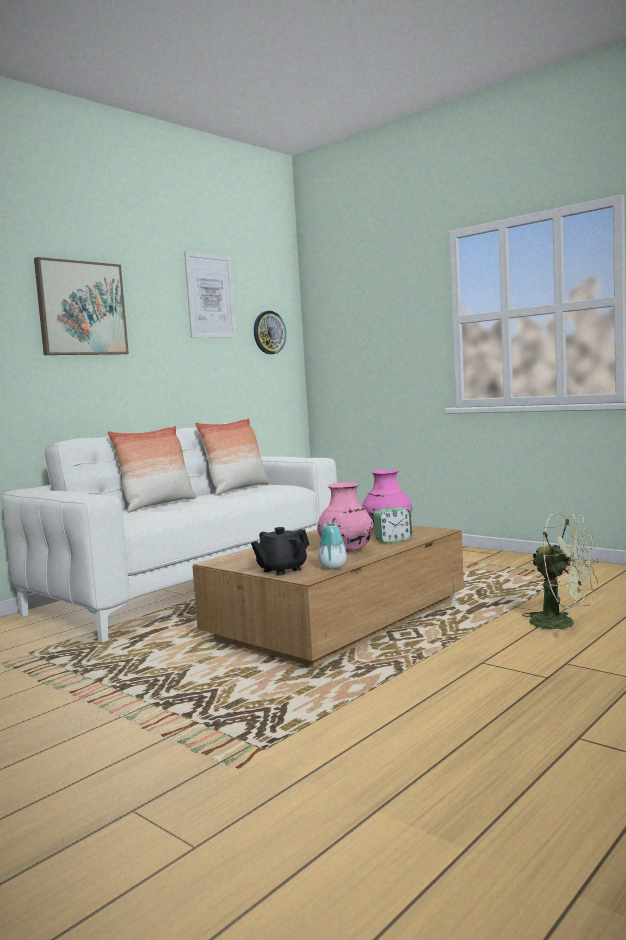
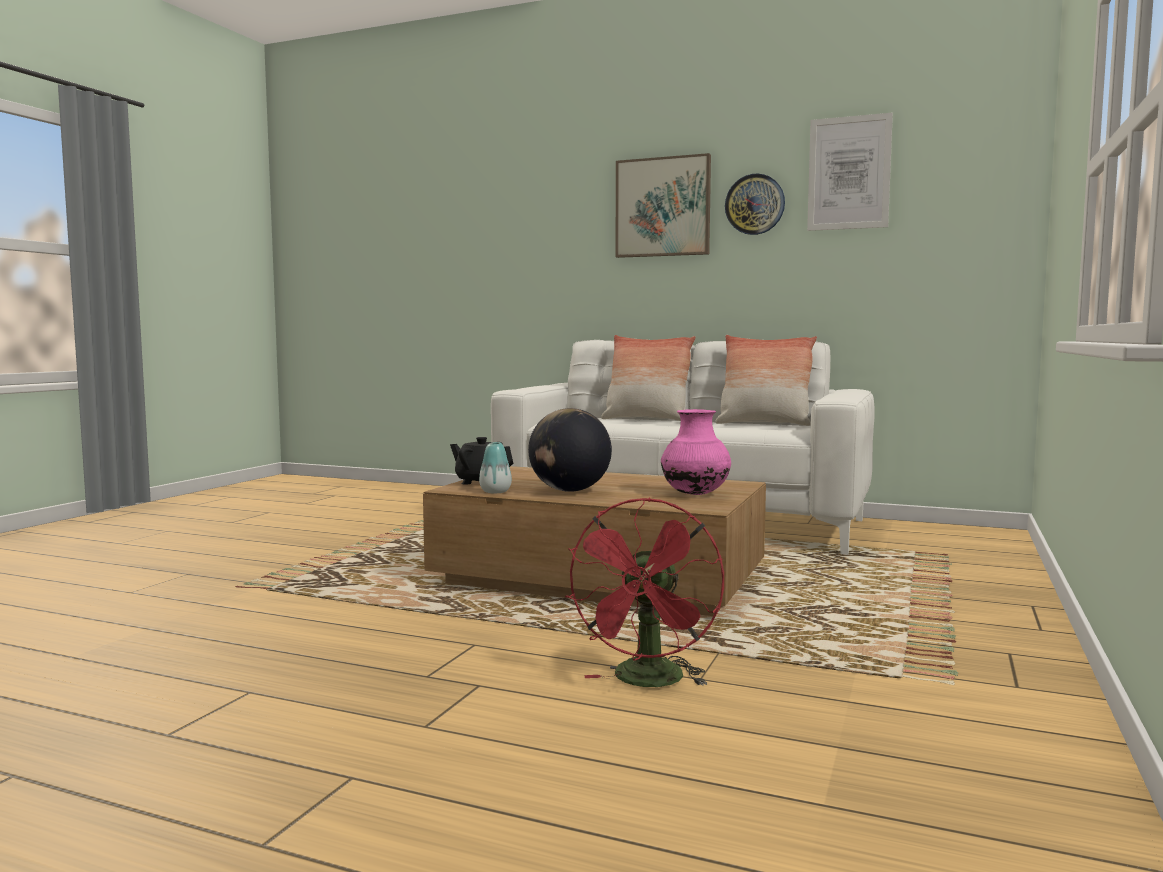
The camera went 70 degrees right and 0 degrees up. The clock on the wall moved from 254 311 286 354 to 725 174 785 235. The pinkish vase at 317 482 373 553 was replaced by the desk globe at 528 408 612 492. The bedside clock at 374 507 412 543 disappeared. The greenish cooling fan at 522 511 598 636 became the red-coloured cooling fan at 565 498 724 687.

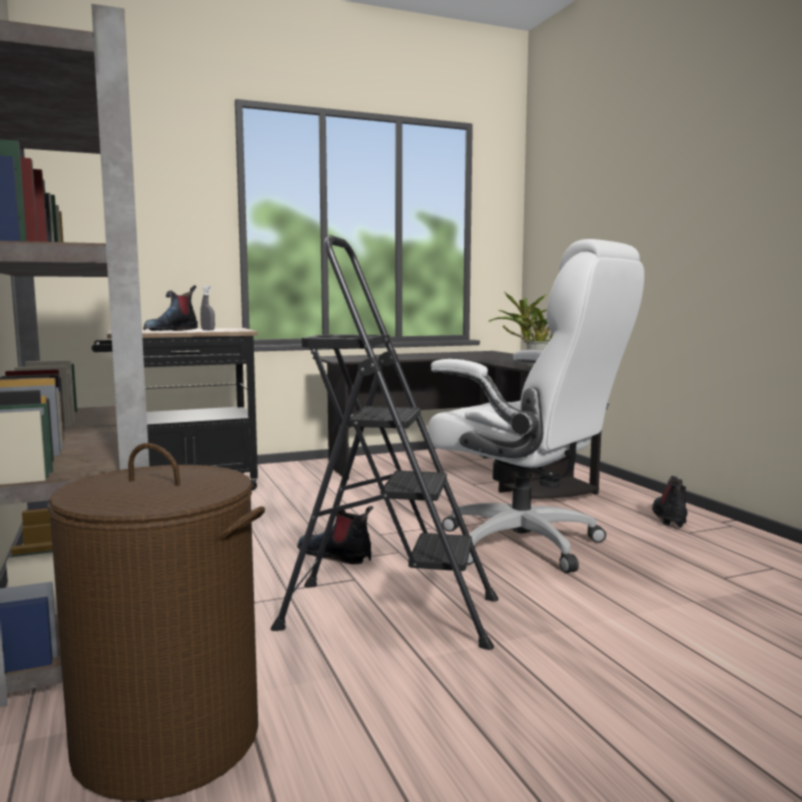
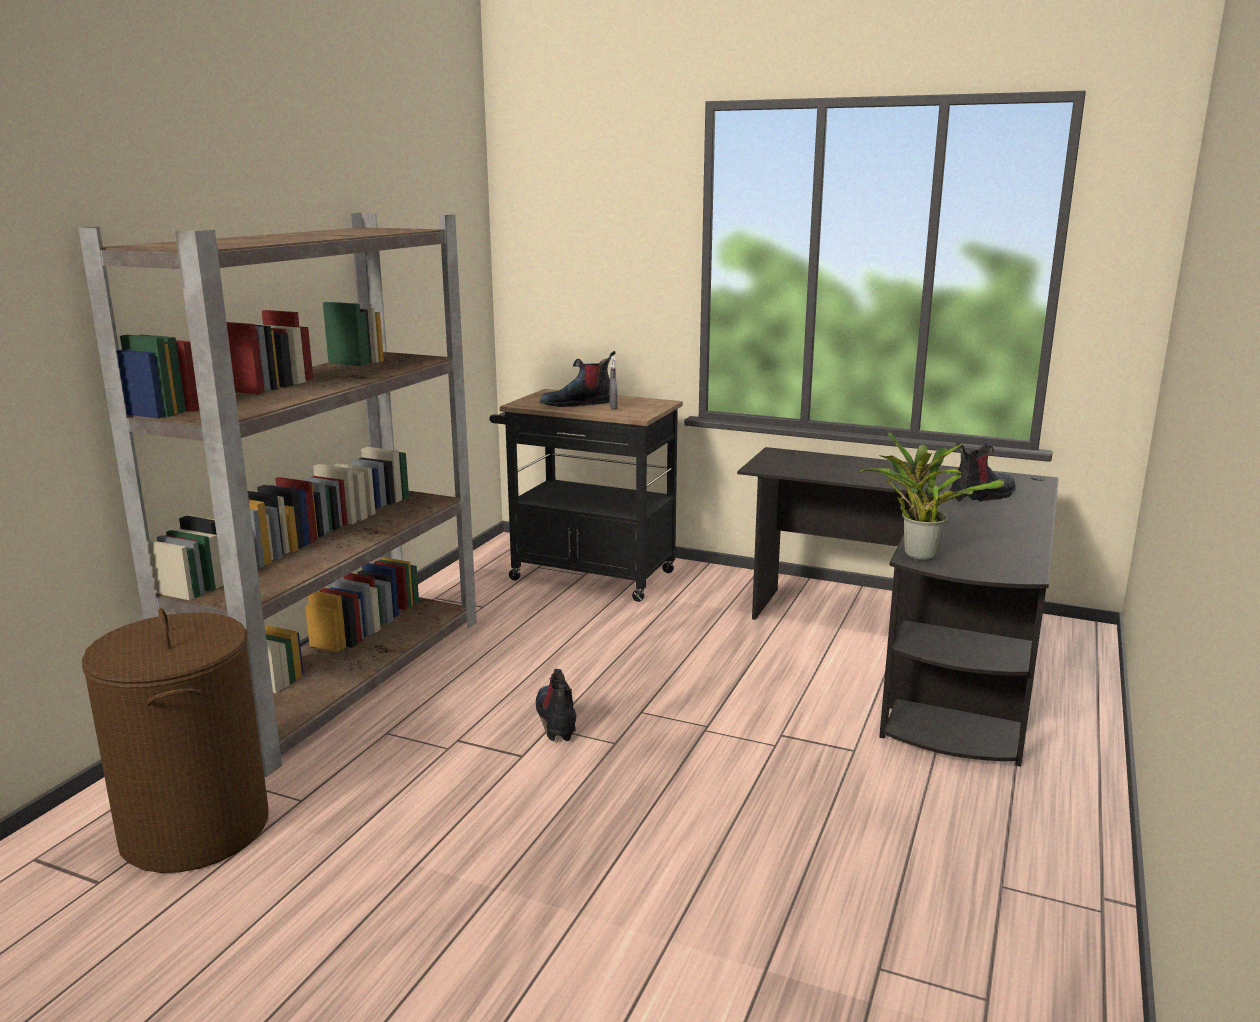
The camera went 45 degrees right and 10 degrees up. The step ladder at 271 235 499 650 disappeared. The white-coloured office chair at 428 239 644 573 disappeared. The boot moved from 652 476 688 528 to 950 442 1016 502.

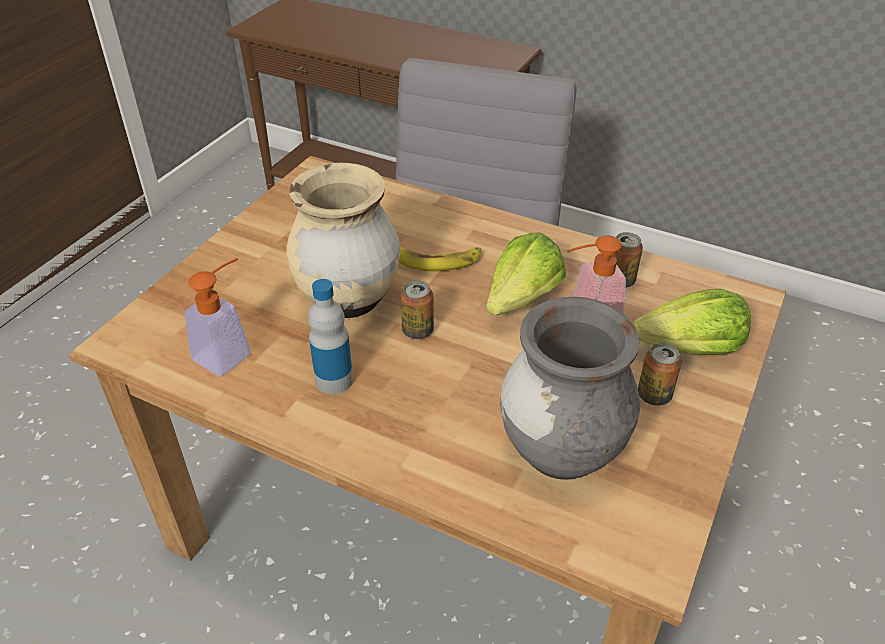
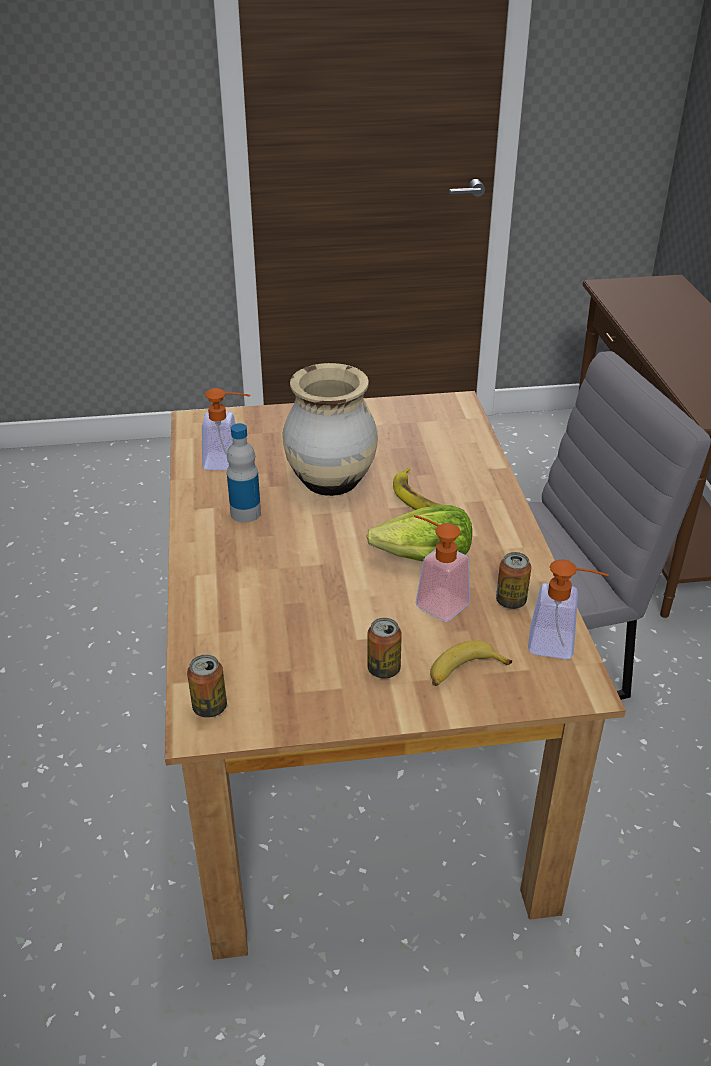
The camera went 55 degrees right and 5 degrees down. The can moved from 401 280 434 339 to 187 654 227 718. The gray vase at 500 297 640 480 disappeared. The lettuce head at 632 289 751 355 was replaced by the banana at 430 640 512 686. The soap dispenser at 528 559 609 659 appeared.

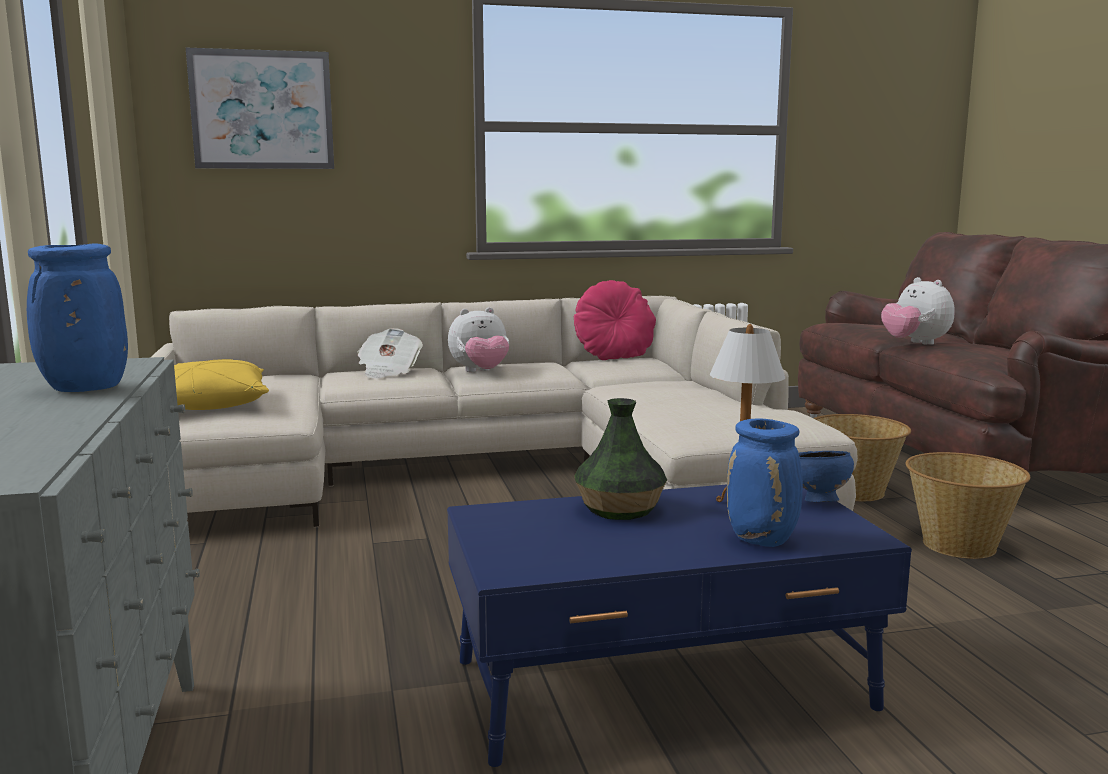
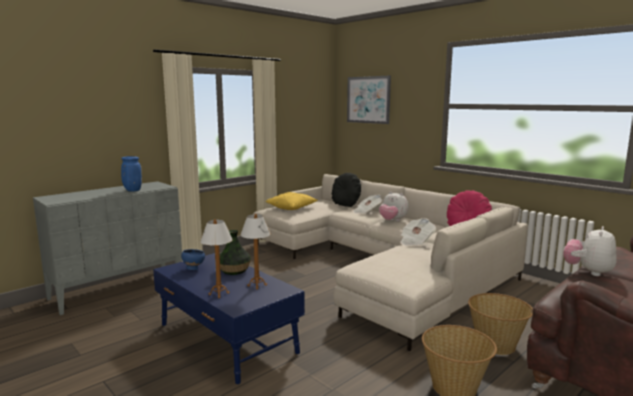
The camera went 60 degrees right and 0 degrees up. The bluish vase at 727 419 803 547 was replaced by the tabletop lamp at 200 219 233 298. The bluish bowl moved from 799 451 854 502 to 181 249 205 270. The black throw pillow at 332 173 361 207 appeared. The printed paper at 400 218 436 246 appeared.

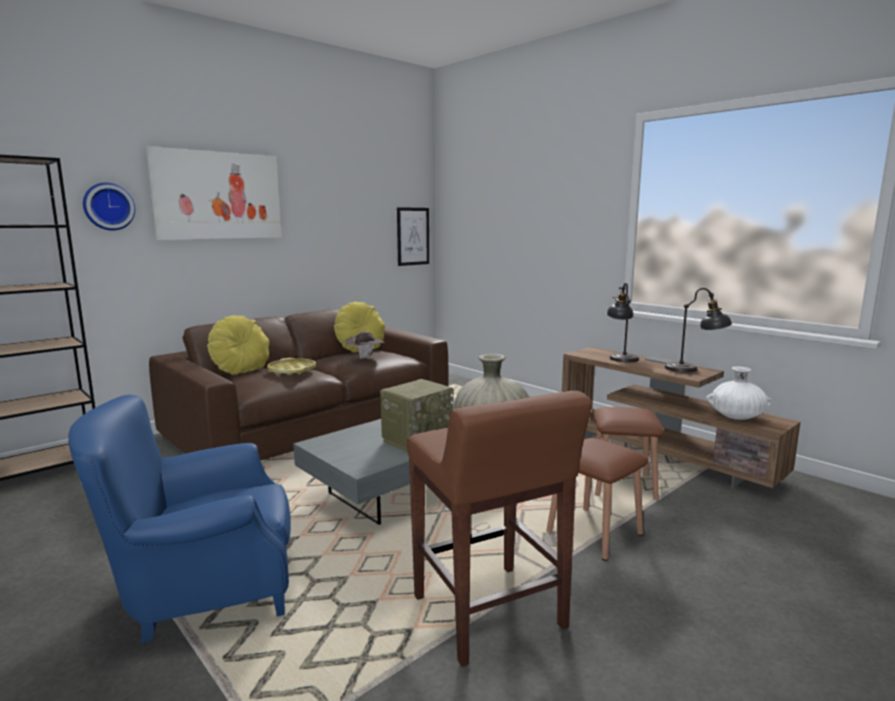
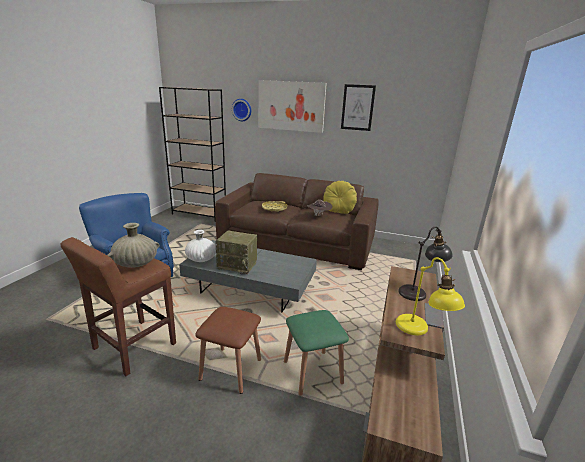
The camera went 60 degrees right and 10 degrees up. The yellow-coloured throw pillow at 207 315 269 375 disappeared. The wall picture moved from 397 207 429 266 to 341 84 376 131. The brown sitting stool at 594 407 664 500 became the greenish sitting stool at 284 310 349 396. The gray tabletop lamp at 665 288 732 372 became the yellow-coloured tabletop lamp at 396 257 465 335. The white-coloured vase moved from 706 366 772 420 to 185 230 216 262.

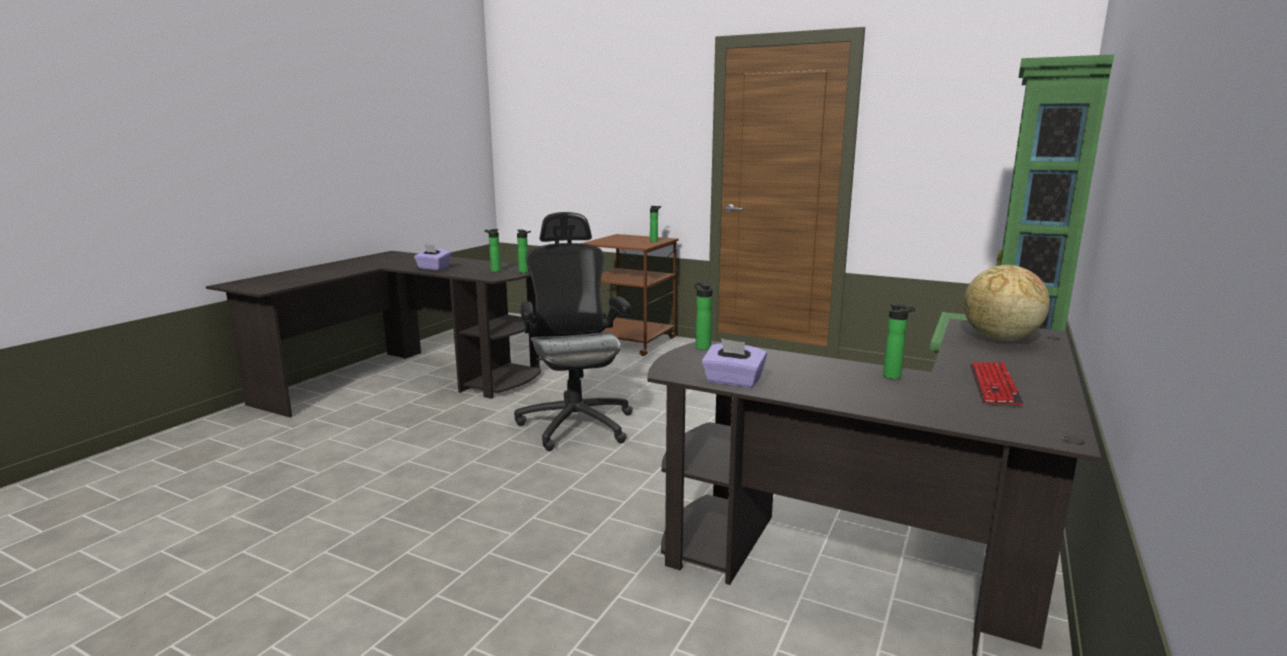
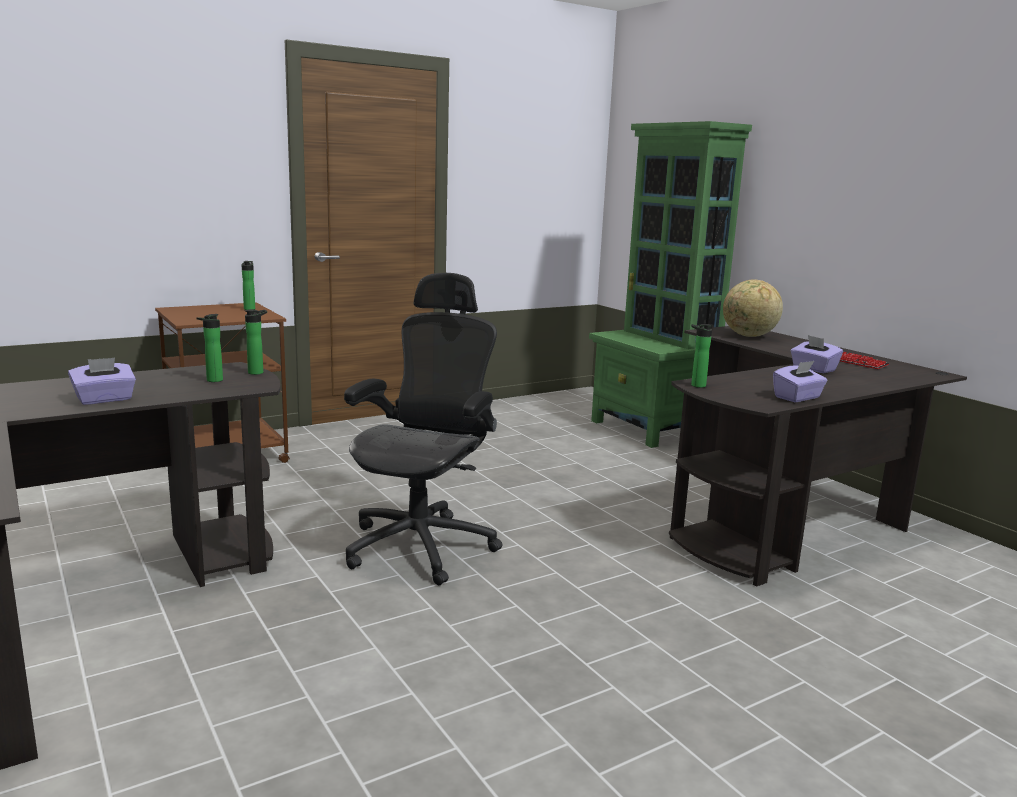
The camera went 60 degrees left and 0 degrees up. The office chair at 514 212 633 451 turned 90 degrees clockwise. The drink bottle at 883 304 916 379 was replaced by the purplish tissue box at 791 335 843 373.

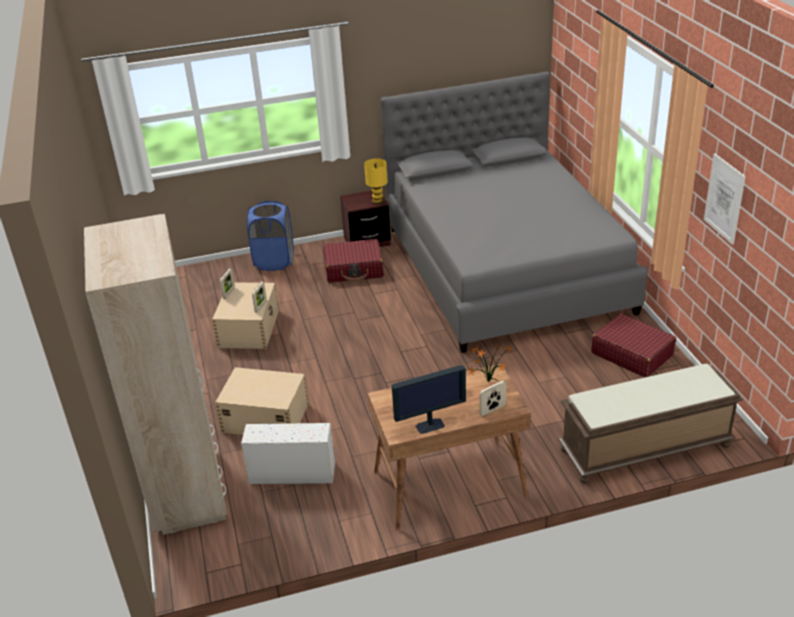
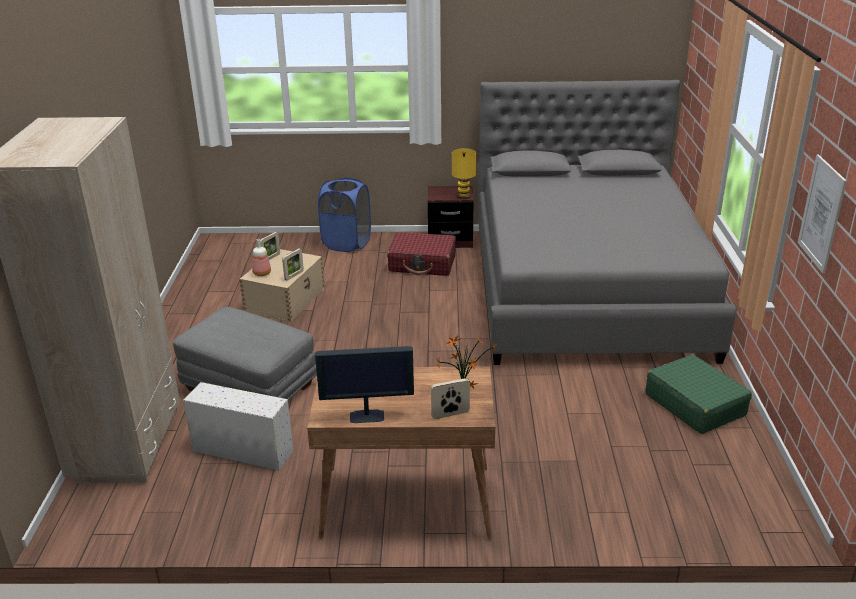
The camera went 15 degrees right and 5 degrees down. The beige-coloured storage box at 215 367 308 435 was replaced by the gray pouffe at 173 307 317 400. The brown bench at 558 364 743 483 disappeared. The red-coloured suitcase at 591 313 676 377 became the greenish suitcase at 646 354 752 434. The drink bottle at 252 239 271 276 appeared.

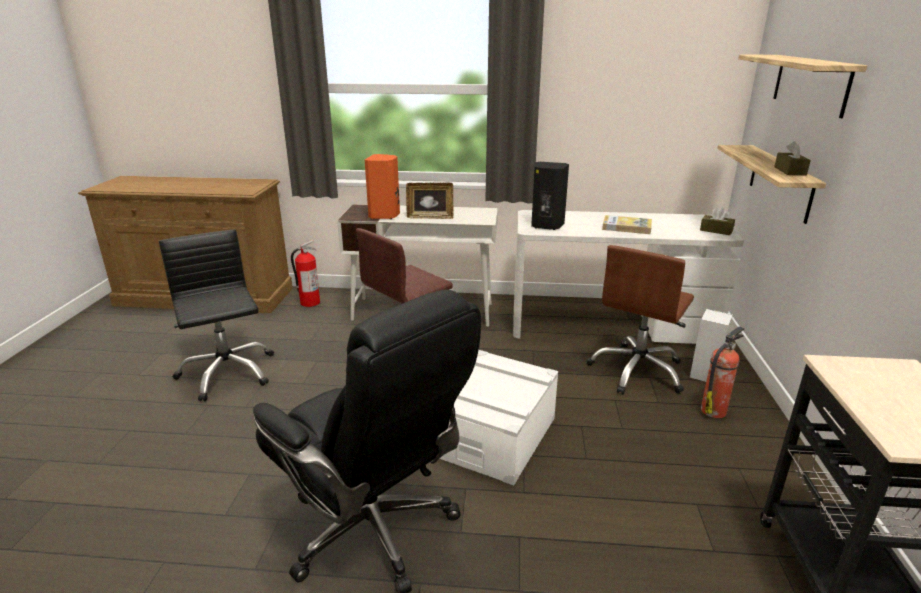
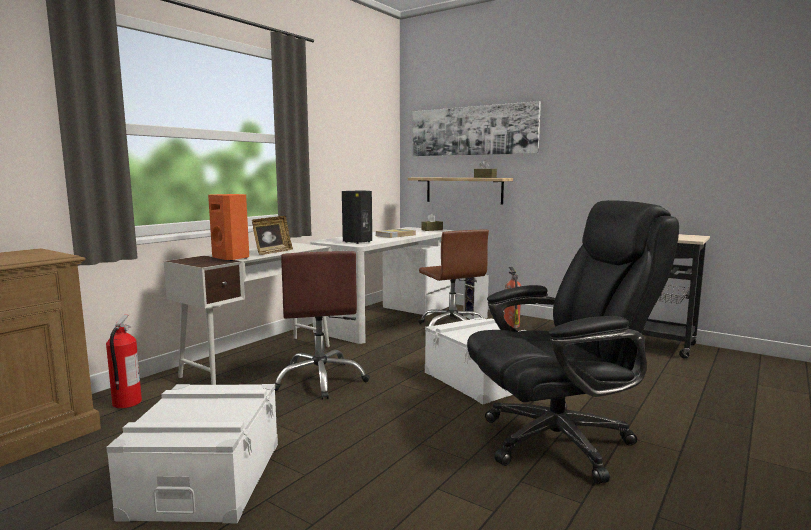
The camera went 60 degrees left and 15 degrees down. The black office chair at 159 229 274 401 was replaced by the white-coloured storage box at 106 384 278 523. The wall shelf at 738 55 867 118 was replaced by the wall picture at 413 101 541 156.

